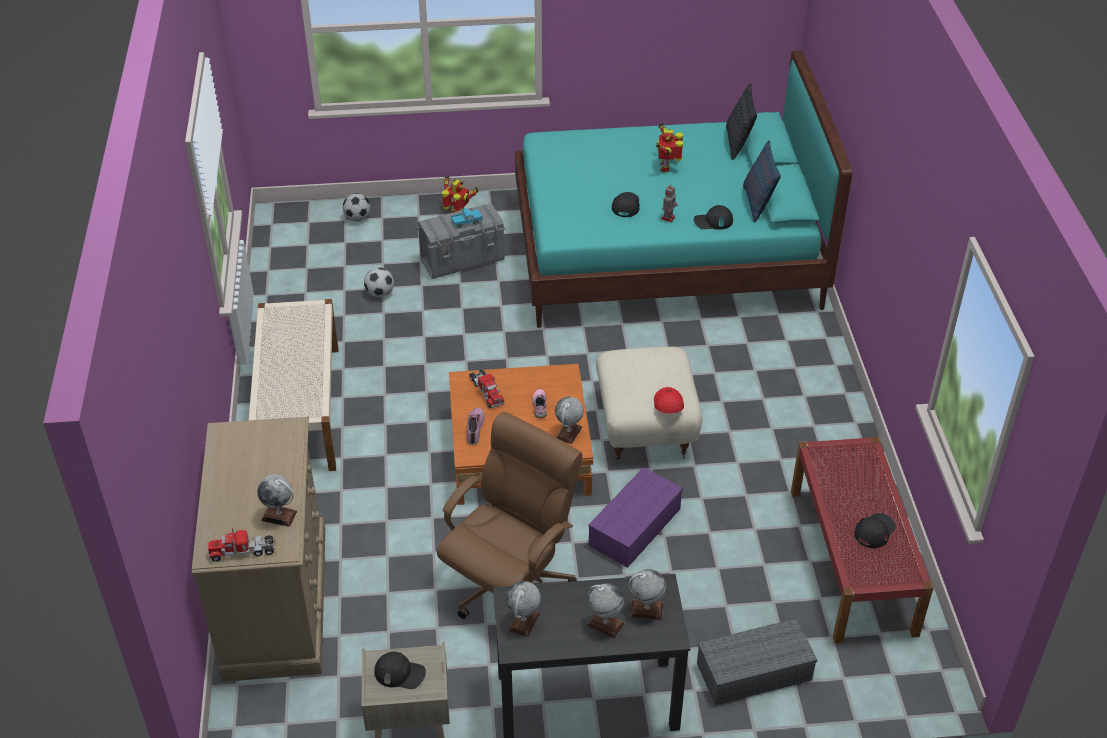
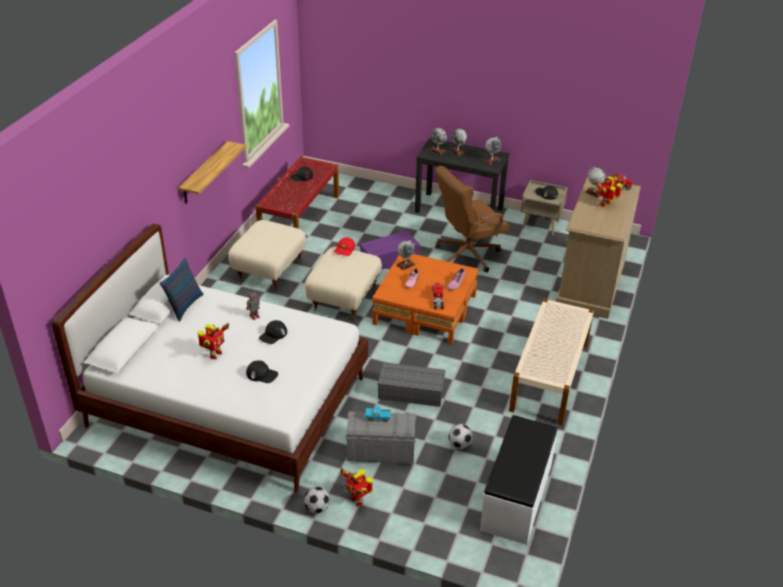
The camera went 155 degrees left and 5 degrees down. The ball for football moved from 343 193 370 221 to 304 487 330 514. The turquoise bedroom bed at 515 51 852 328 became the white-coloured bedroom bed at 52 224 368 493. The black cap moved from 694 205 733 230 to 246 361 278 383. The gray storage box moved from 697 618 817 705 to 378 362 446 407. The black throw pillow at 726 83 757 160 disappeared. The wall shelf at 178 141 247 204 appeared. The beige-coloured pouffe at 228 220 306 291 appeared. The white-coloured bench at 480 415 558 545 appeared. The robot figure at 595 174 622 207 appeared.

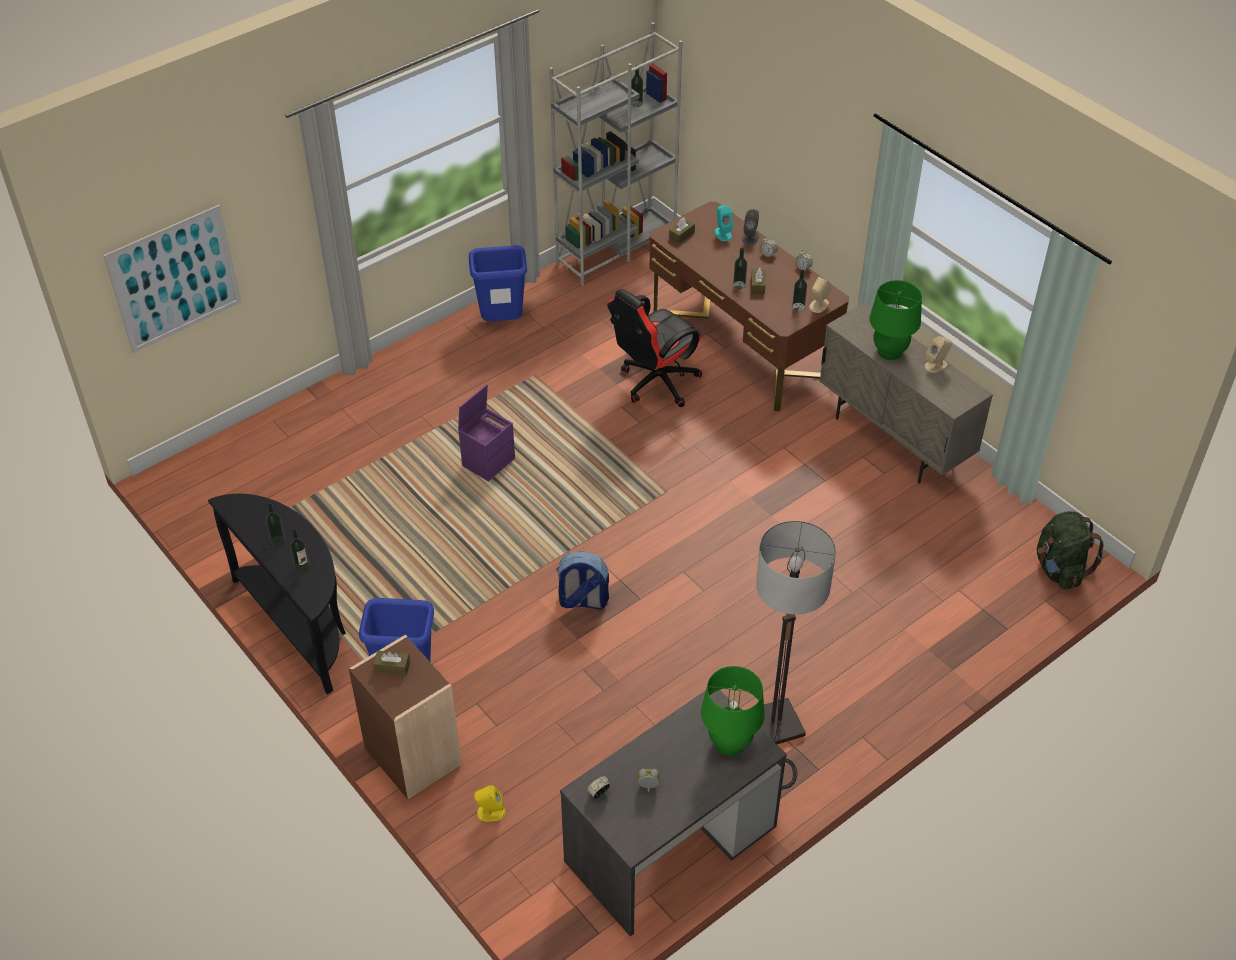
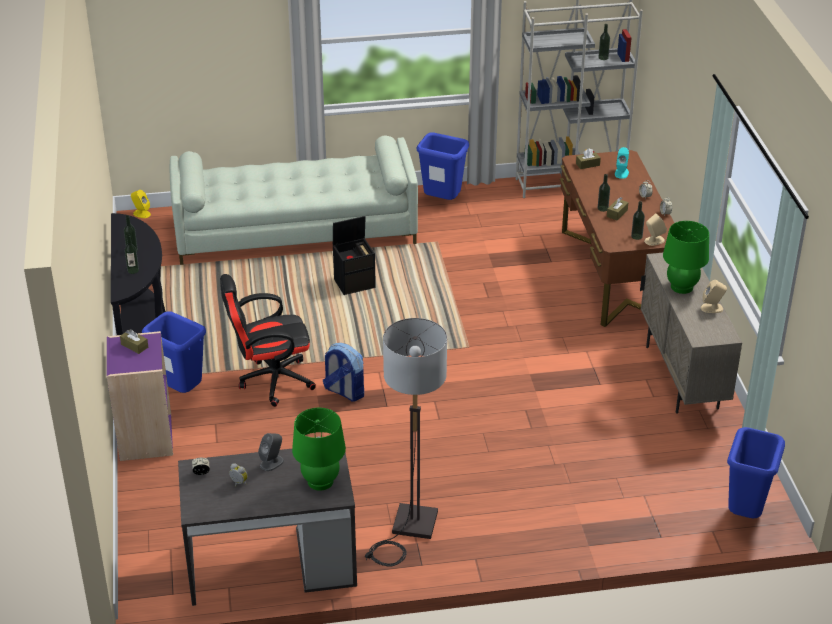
The camera went 30 degrees right and 10 degrees down. The wall picture at 103 205 242 353 disappeared. The brown bookcase at 349 635 462 799 became the purplish bookcase at 107 331 173 461. The purplish storage box at 458 385 515 482 became the black storage box at 333 216 376 295. The yellow-coloured speaker moved from 474 785 506 822 to 131 190 151 218. The black office chair moved from 607 289 702 407 to 220 274 316 407. The gray speaker moved from 742 209 759 245 to 258 433 284 471. The greenish rucksack at 1037 511 1104 589 was replaced by the bluish rubbish bin at 727 427 785 518. The white-coloured couch at 170 136 418 265 appeared.

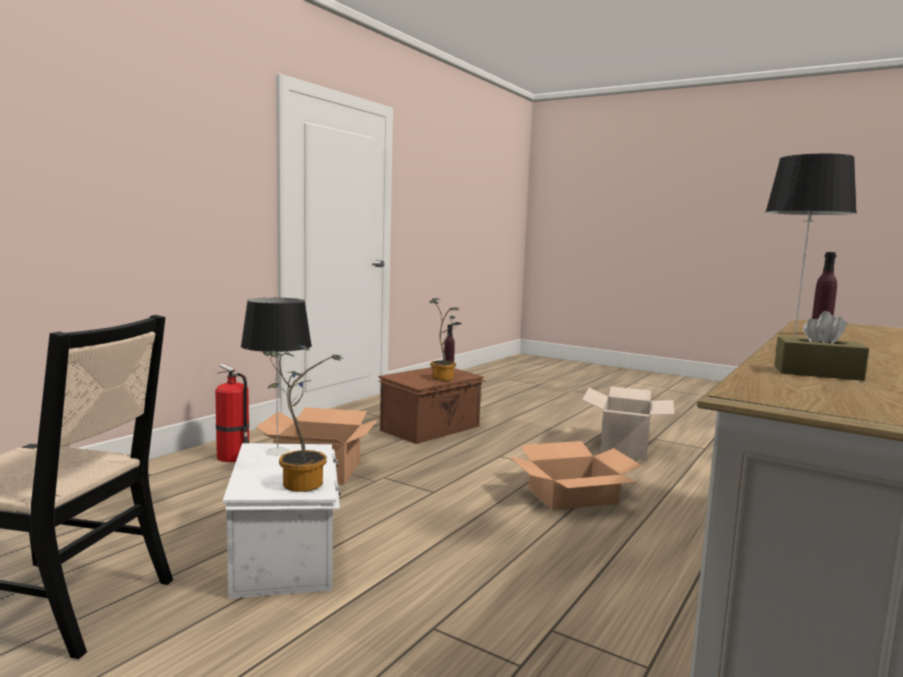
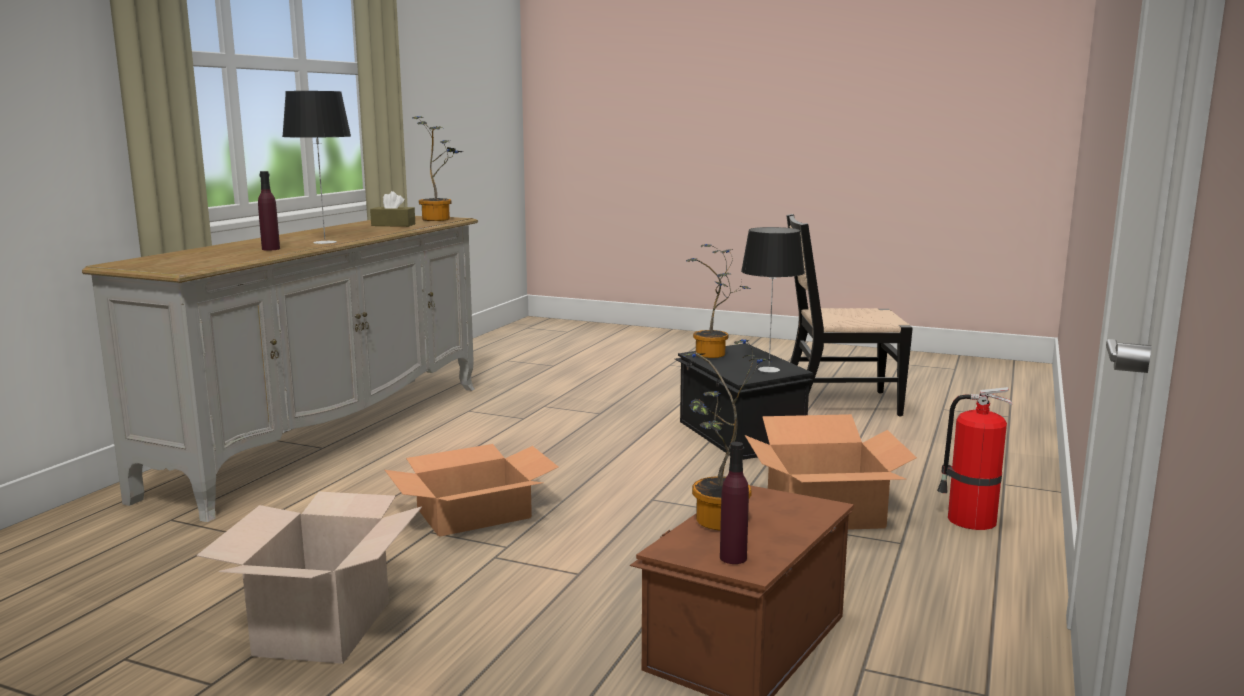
The camera went 170 degrees right and 5 degrees up. The white-coloured storage box at 223 443 341 599 became the black storage box at 675 343 813 460. The plant in a pot at 412 116 463 221 appeared.

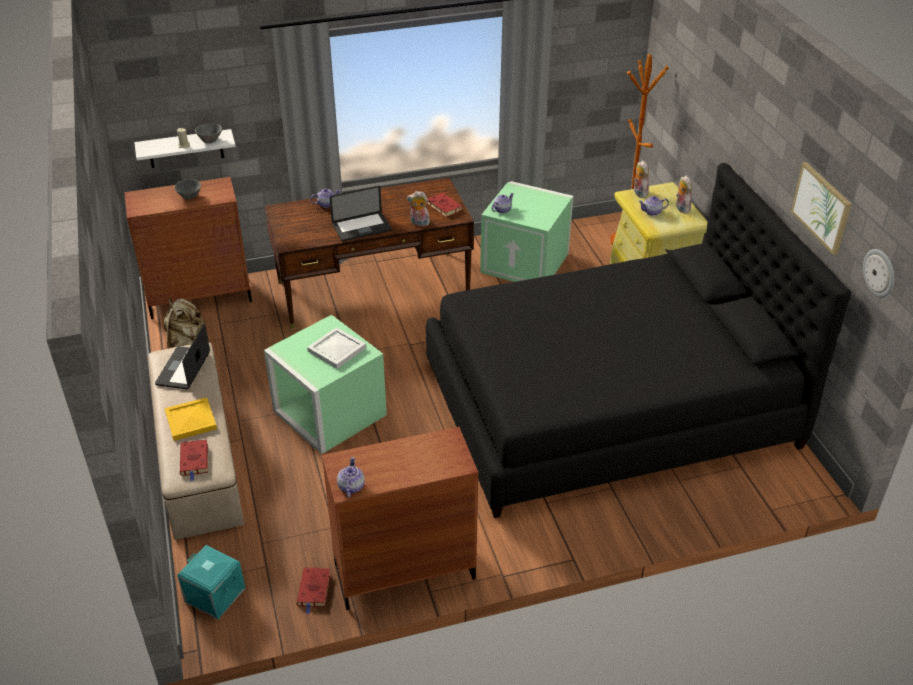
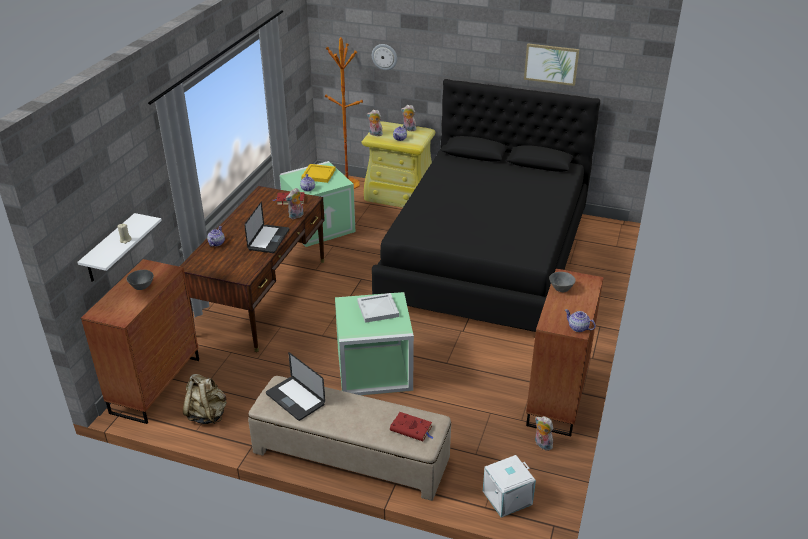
The camera went 55 degrees left and 5 degrees down. The yellow-coloured carrying tray moved from 165 397 217 441 to 301 164 336 183. The turquoise storage box at 177 545 245 619 became the white-coloured storage box at 483 455 536 518. The gray bowl moved from 195 123 222 143 to 549 272 576 292. The red-coloured bound book at 297 567 331 614 was replaced by the cuddly toy at 535 416 554 451. The clock on the wall moved from 863 249 894 298 to 372 44 397 70.

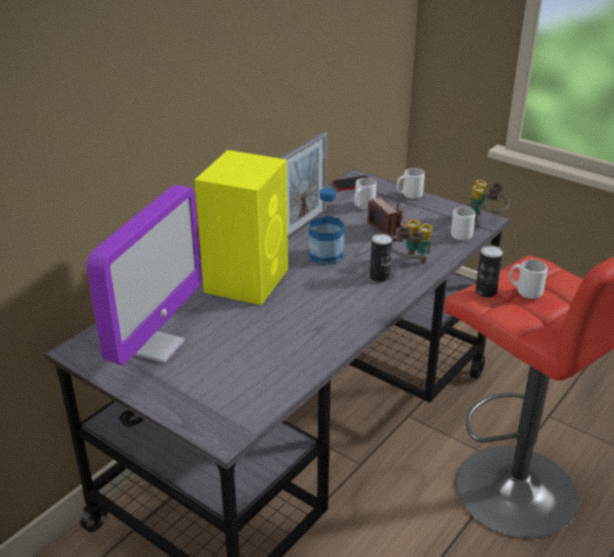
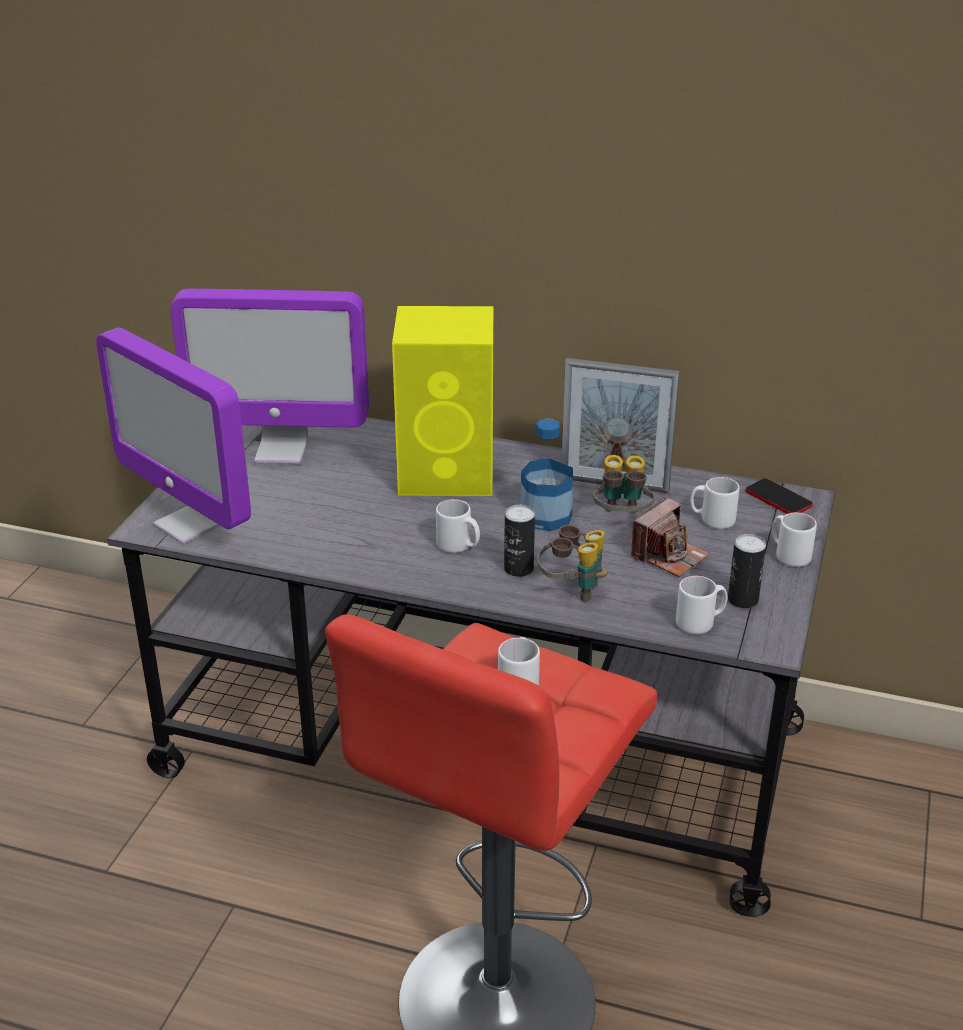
The camera went 70 degrees right and 0 degrees up. The binoculars moved from 467 180 510 223 to 593 455 655 513. The can moved from 475 245 503 297 to 728 534 766 608. The computer screen at 96 327 251 544 appeared. The white-coloured tea mug at 436 499 480 553 appeared.

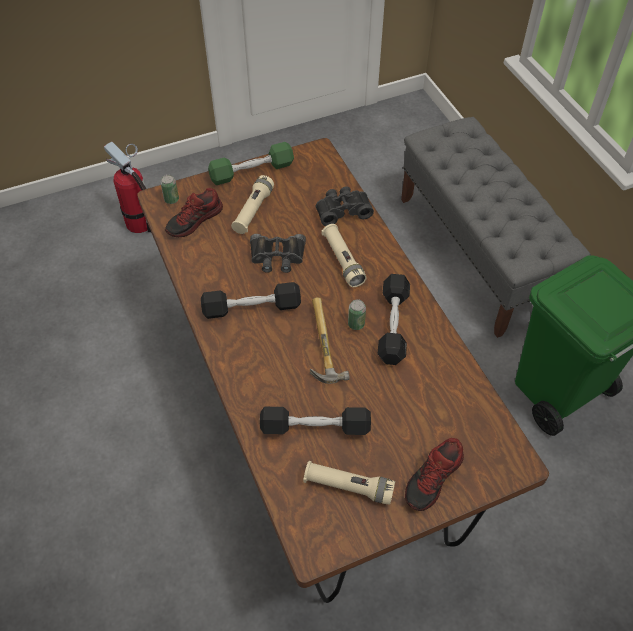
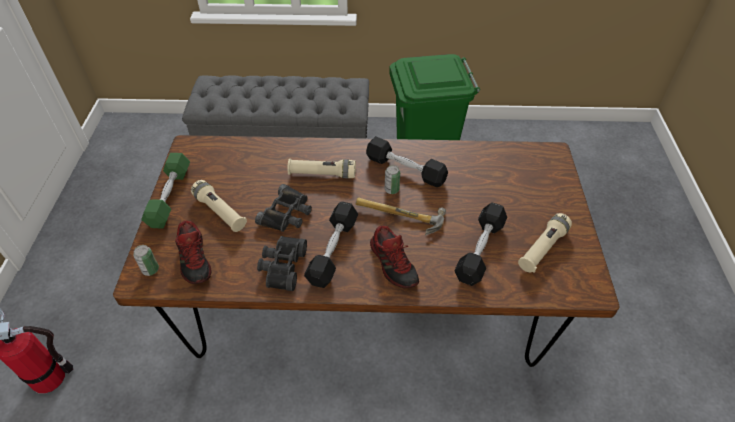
The camera went 65 degrees left and 5 degrees down. The black binoculars moved from 316 186 374 226 to 257 236 307 291. The low shoe moved from 405 438 464 511 to 370 225 419 288.

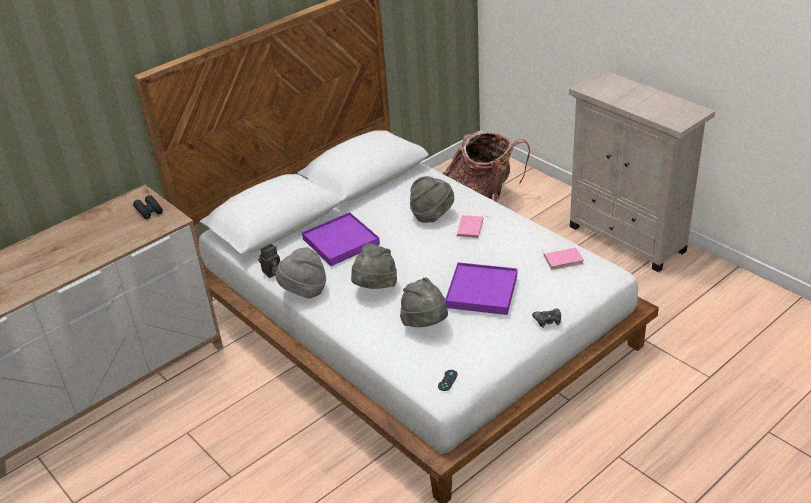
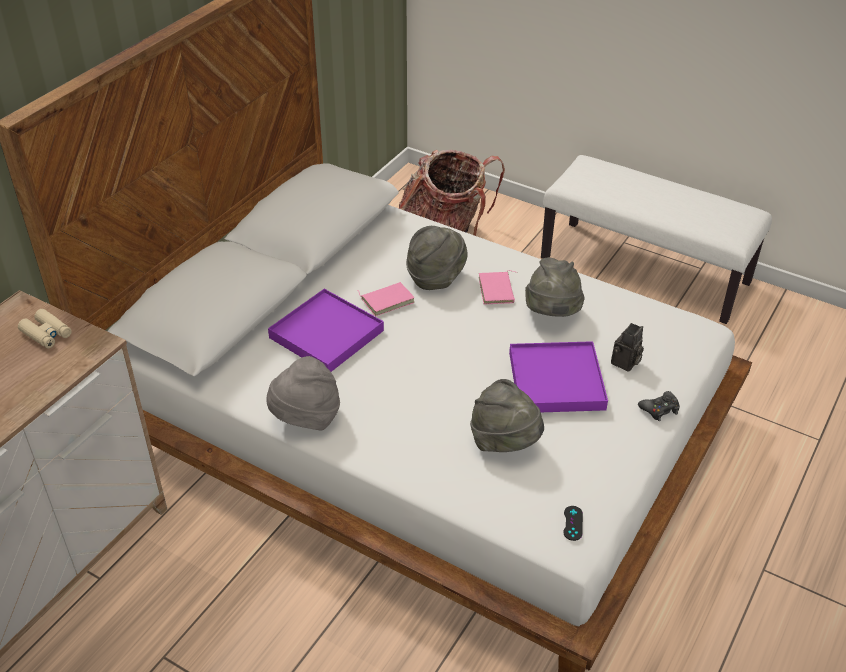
The camera went 20 degrees left and 5 degrees up. The black binoculars at 133 195 163 219 became the beige-coloured binoculars at 18 309 72 348. The still camera moved from 258 244 280 278 to 611 323 644 372. The gray clothing hat moved from 351 243 397 289 to 525 257 585 317. The pinkish bound book moved from 542 248 584 270 to 358 282 415 316. The beige-coloured cabinet at 569 70 715 272 was replaced by the white-coloured bench at 541 155 772 324.

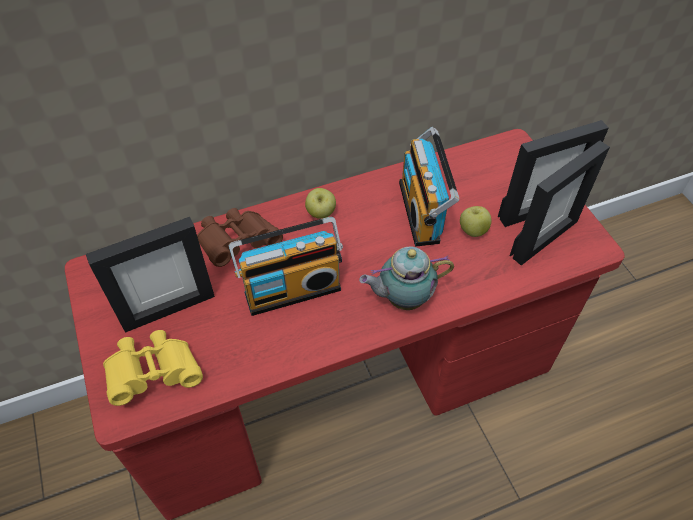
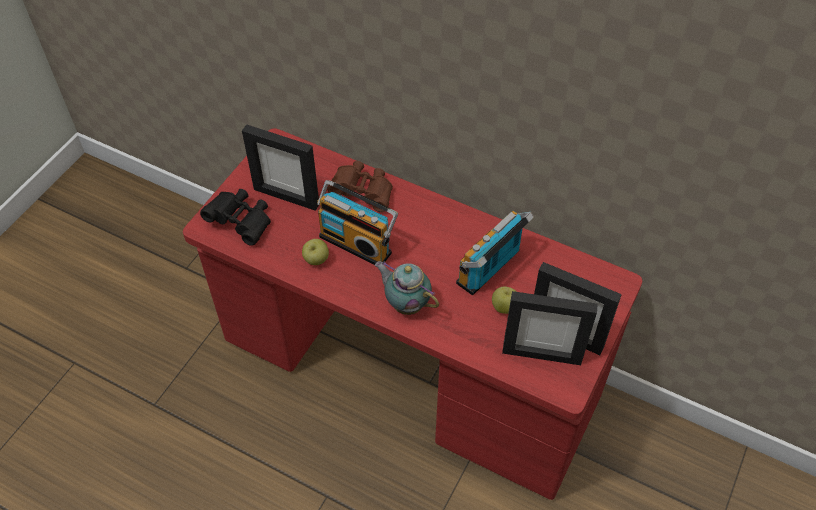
The camera went 50 degrees right and 0 degrees up. The yellow-coloured binoculars at 103 330 203 406 became the black binoculars at 200 189 271 246. The whole apple moved from 305 188 336 219 to 302 239 329 265.

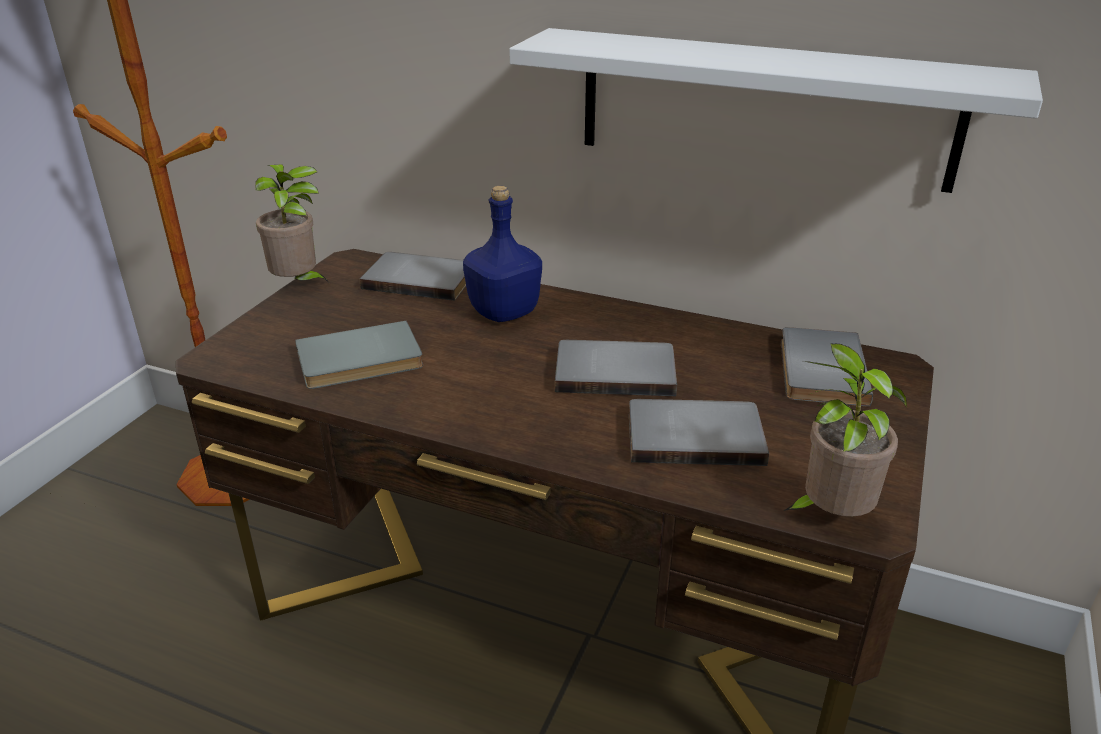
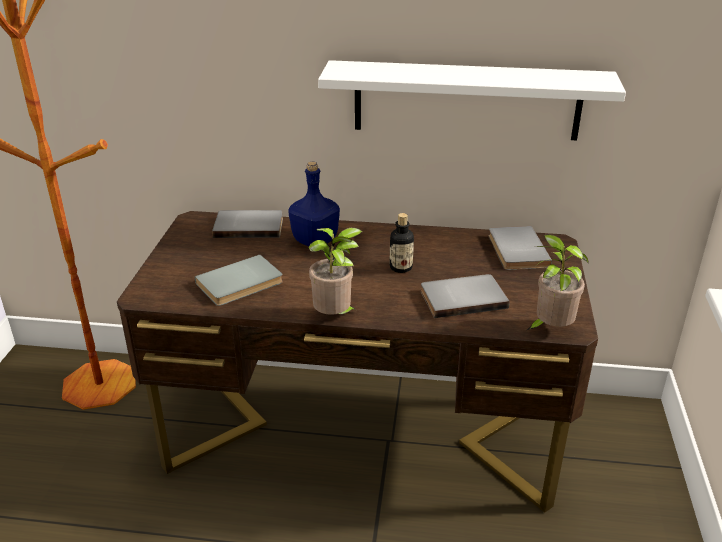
The camera went 15 degrees left and 0 degrees up. The plant in a pot moved from 255 164 330 284 to 309 228 362 315. The gray bound book at 555 340 677 396 was replaced by the drink bottle at 389 213 414 273.

